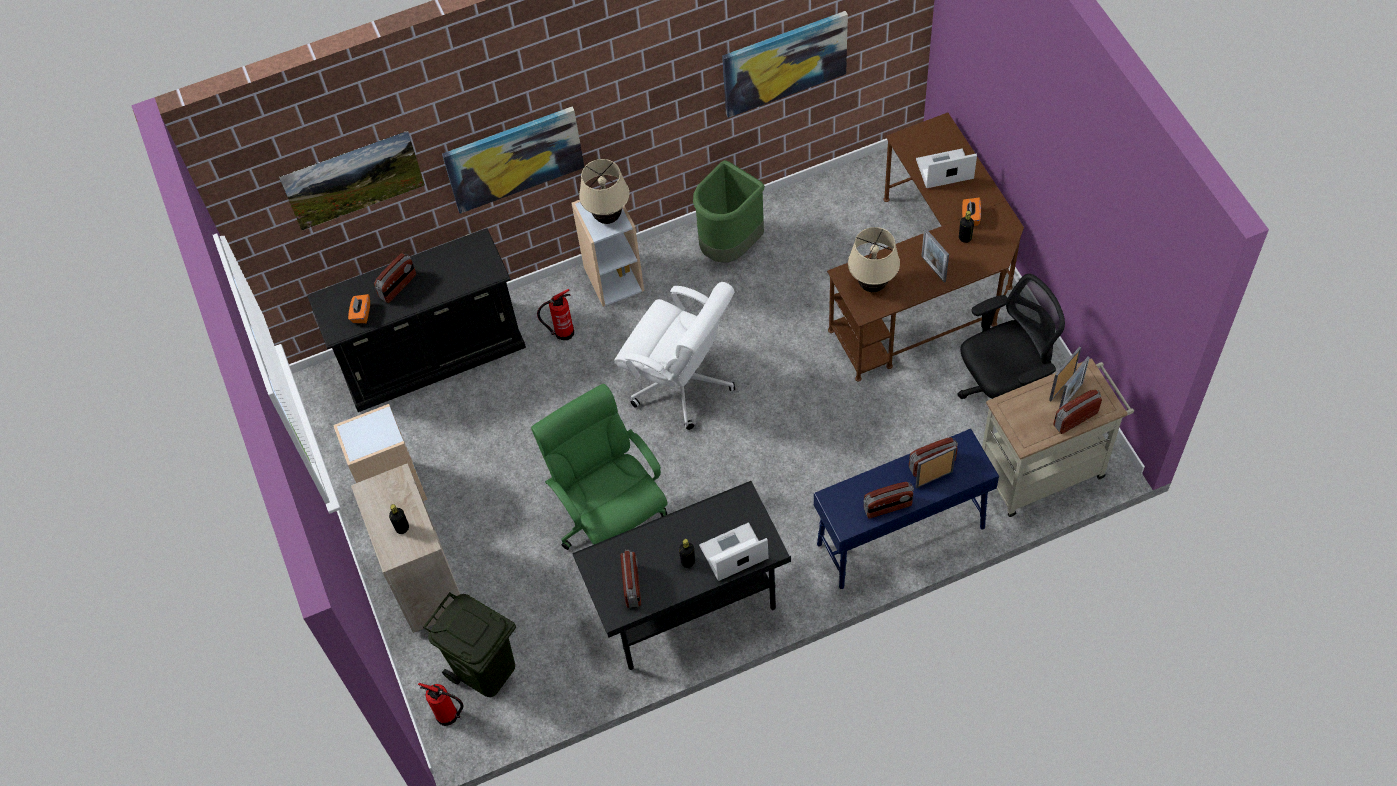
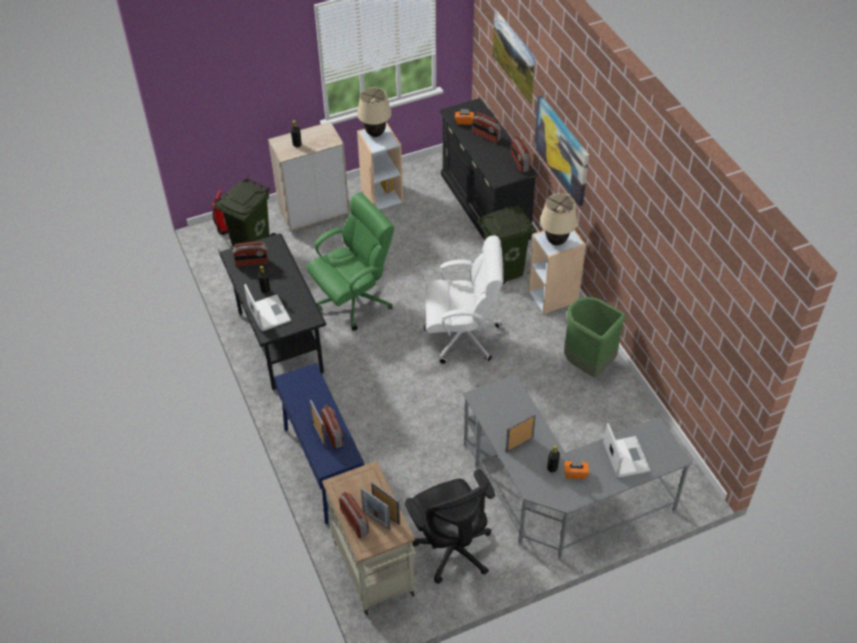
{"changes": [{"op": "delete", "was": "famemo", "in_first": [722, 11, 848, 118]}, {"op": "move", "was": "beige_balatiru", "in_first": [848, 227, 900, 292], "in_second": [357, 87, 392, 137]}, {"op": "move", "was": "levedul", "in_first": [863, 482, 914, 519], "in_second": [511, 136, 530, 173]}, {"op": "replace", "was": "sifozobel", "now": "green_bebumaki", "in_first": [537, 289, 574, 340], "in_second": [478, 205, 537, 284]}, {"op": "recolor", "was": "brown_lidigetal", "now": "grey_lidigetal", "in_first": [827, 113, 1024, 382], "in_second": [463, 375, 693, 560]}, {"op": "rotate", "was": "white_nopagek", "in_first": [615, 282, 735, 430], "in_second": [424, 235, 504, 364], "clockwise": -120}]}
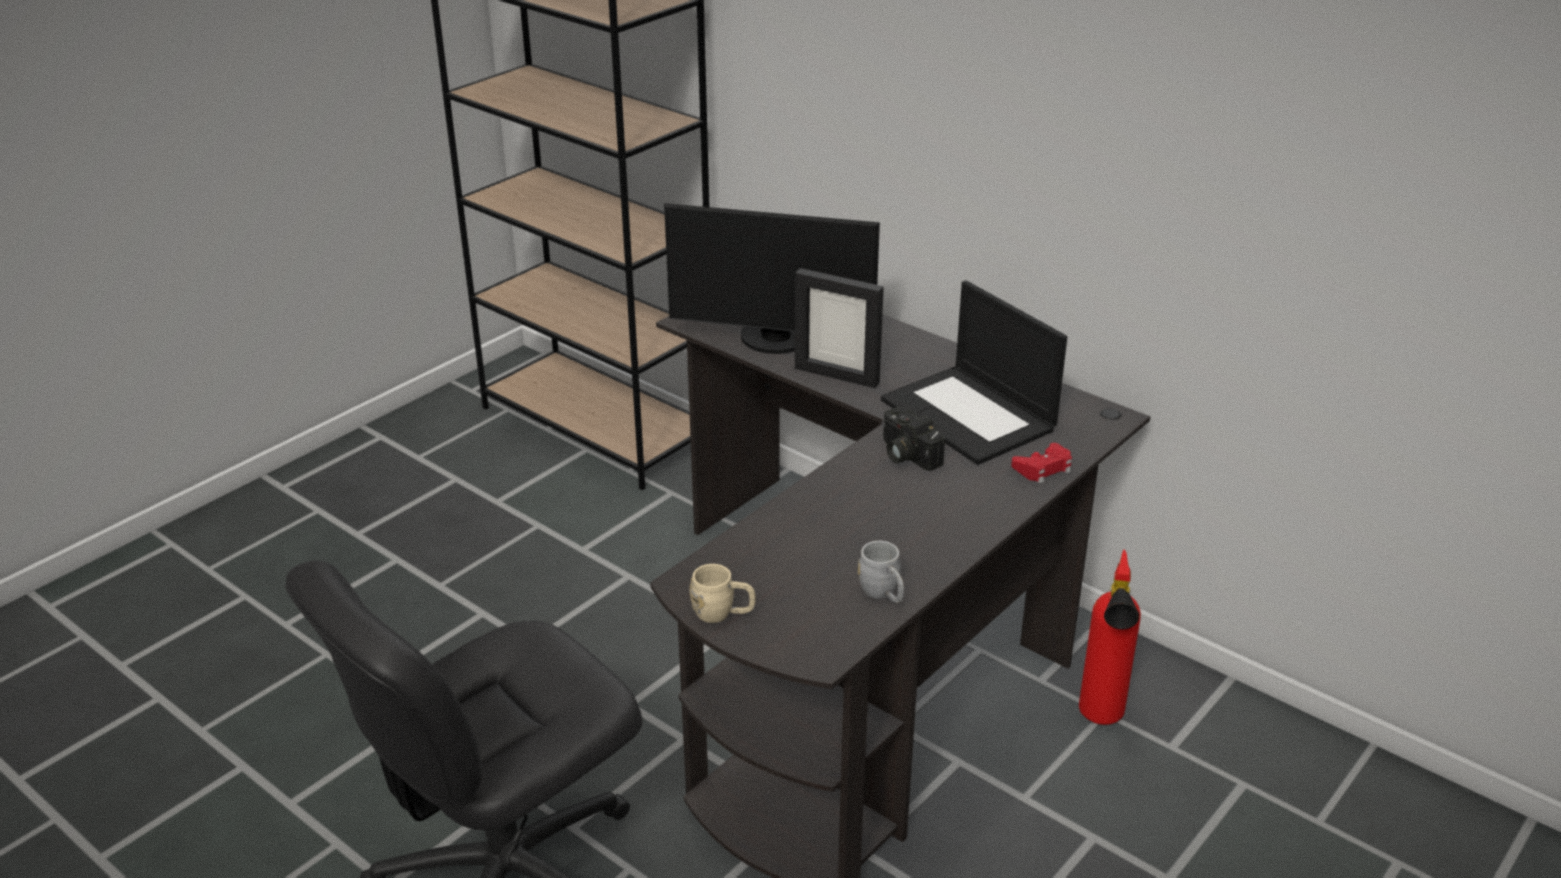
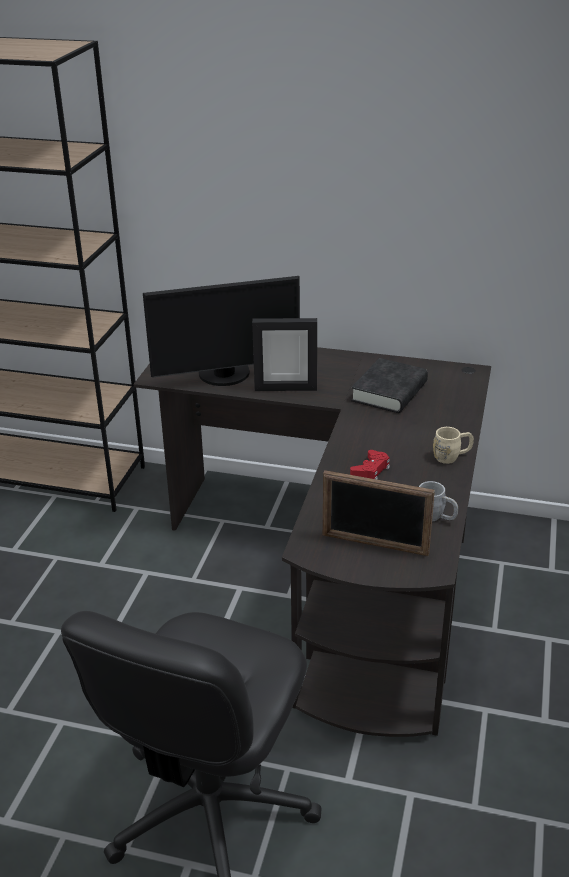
{"changes": [{"op": "delete", "was": "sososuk", "in_first": [881, 407, 945, 471]}, {"op": "delete", "was": "sifozobel", "in_first": [1079, 550, 1141, 725]}, {"op": "insert", "now": "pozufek", "in_second": [323, 470, 435, 556]}, {"op": "move", "was": "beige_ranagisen", "in_first": [689, 564, 756, 623], "in_second": [433, 427, 474, 464]}, {"op": "move", "was": "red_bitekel", "in_first": [1011, 443, 1072, 484], "in_second": [350, 450, 390, 480]}, {"op": "replace", "was": "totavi", "now": "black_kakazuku", "in_first": [881, 280, 1067, 465], "in_second": [351, 358, 428, 413]}]}
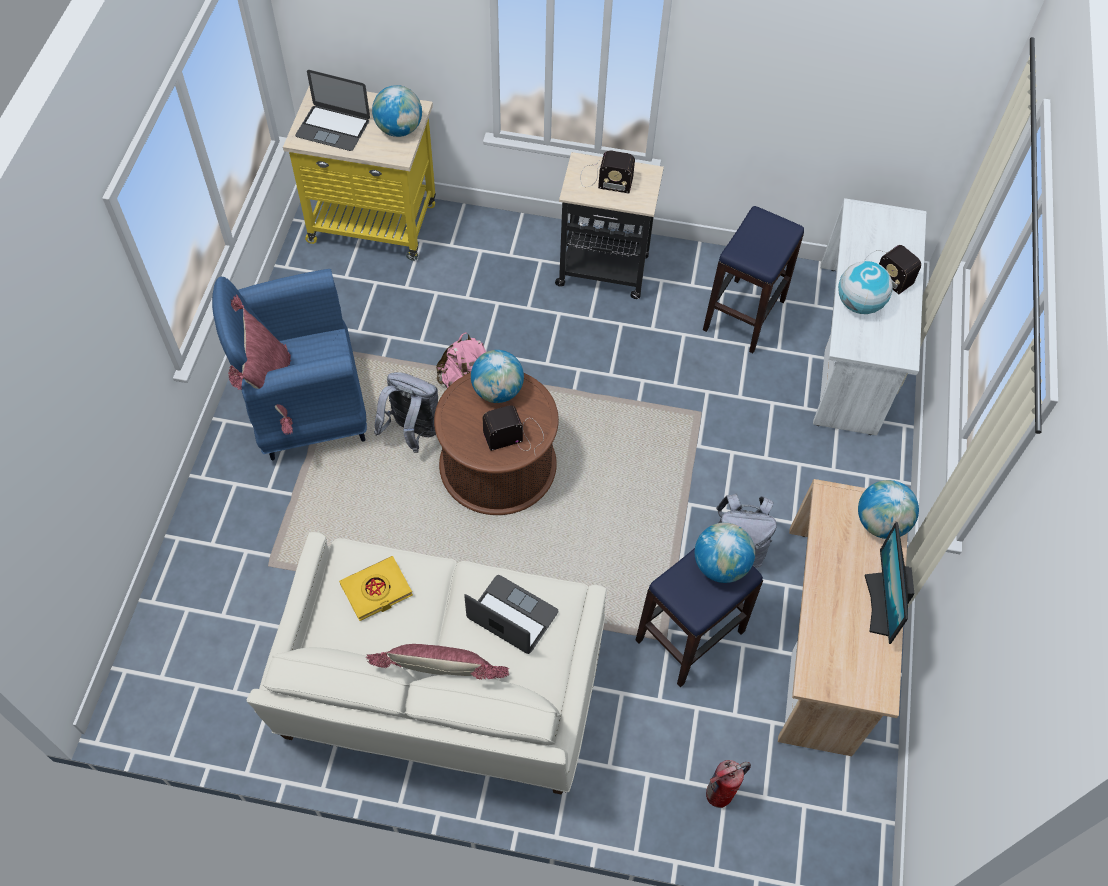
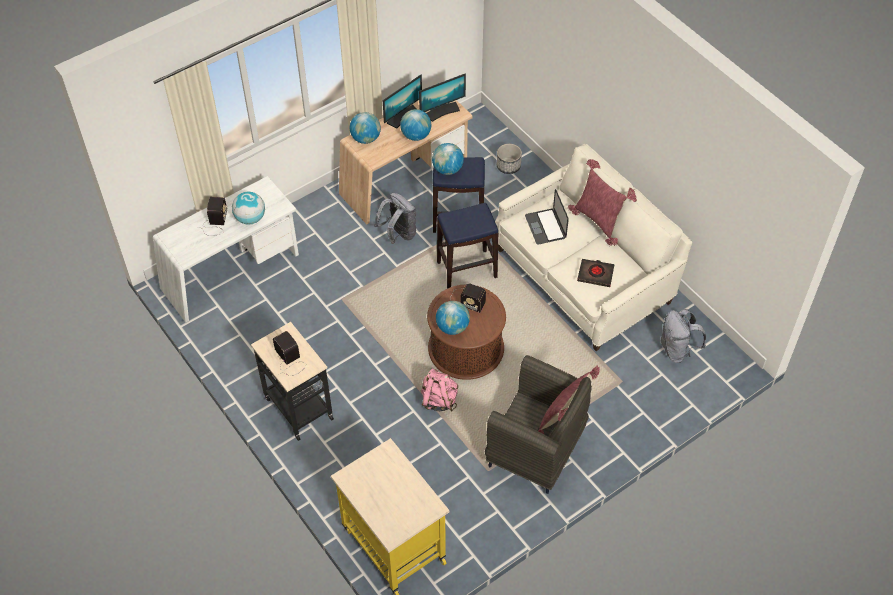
{"changes": [{"op": "delete", "was": "totavi", "in_first": [295, 70, 370, 151]}, {"op": "insert", "now": "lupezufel", "in_second": [419, 73, 466, 122]}, {"op": "move", "was": "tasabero", "in_first": [372, 85, 422, 137], "in_second": [400, 109, 431, 141]}, {"op": "move", "was": "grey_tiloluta", "in_first": [374, 372, 438, 453], "in_second": [660, 309, 706, 363]}, {"op": "move", "was": "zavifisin", "in_first": [703, 206, 804, 353], "in_second": [437, 203, 498, 289]}, {"op": "replace", "was": "sifozobel", "now": "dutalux", "in_first": [706, 760, 751, 808], "in_second": [497, 144, 522, 174]}, {"op": "recolor", "was": "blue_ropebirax", "now": "grey_ropebirax", "in_first": [212, 269, 367, 460], "in_second": [485, 355, 592, 494]}, {"op": "recolor", "was": "yellow_kakazuku", "now": "black_kakazuku", "in_first": [339, 556, 413, 621], "in_second": [577, 259, 615, 287]}]}
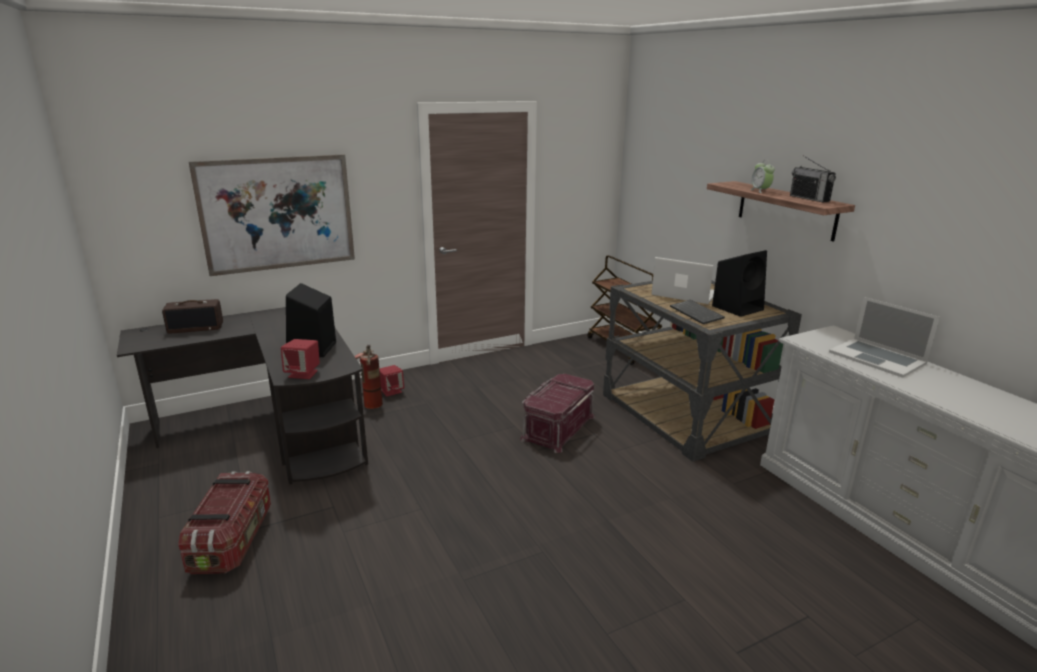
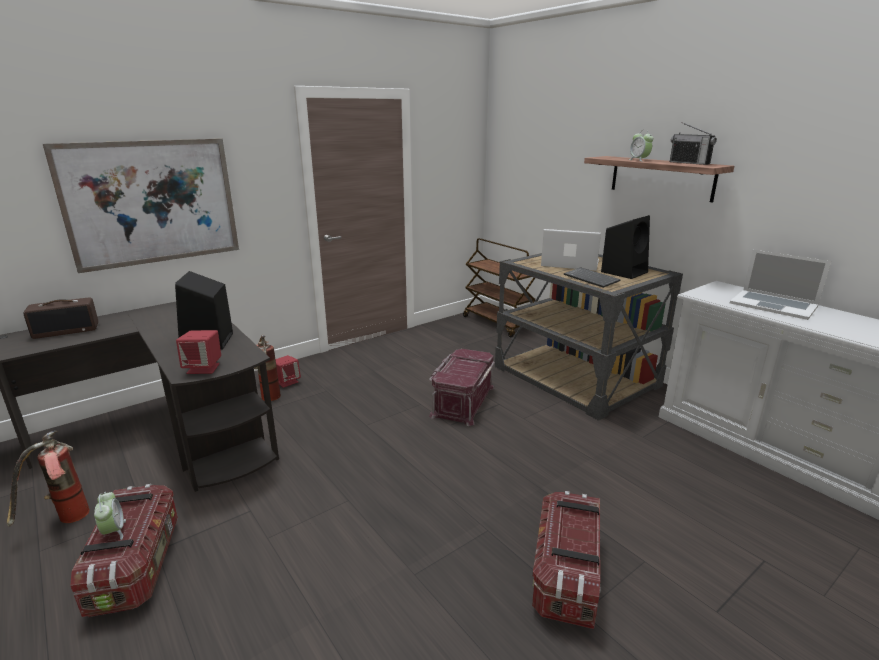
{"changes": [{"op": "insert", "now": "sifozobel", "in_second": [7, 431, 90, 526]}, {"op": "insert", "now": "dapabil", "in_second": [94, 492, 126, 540]}, {"op": "insert", "now": "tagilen", "in_second": [532, 491, 600, 629]}]}
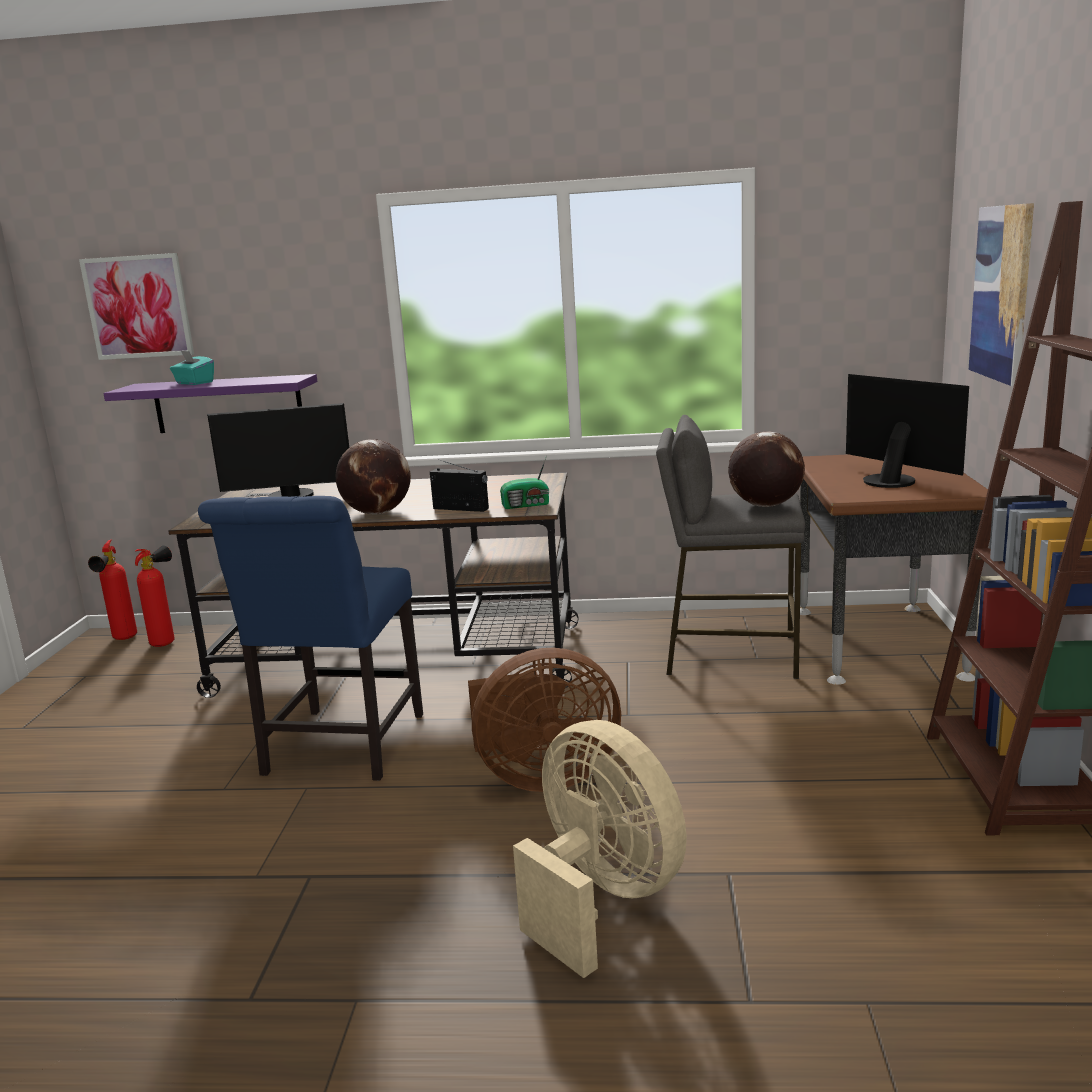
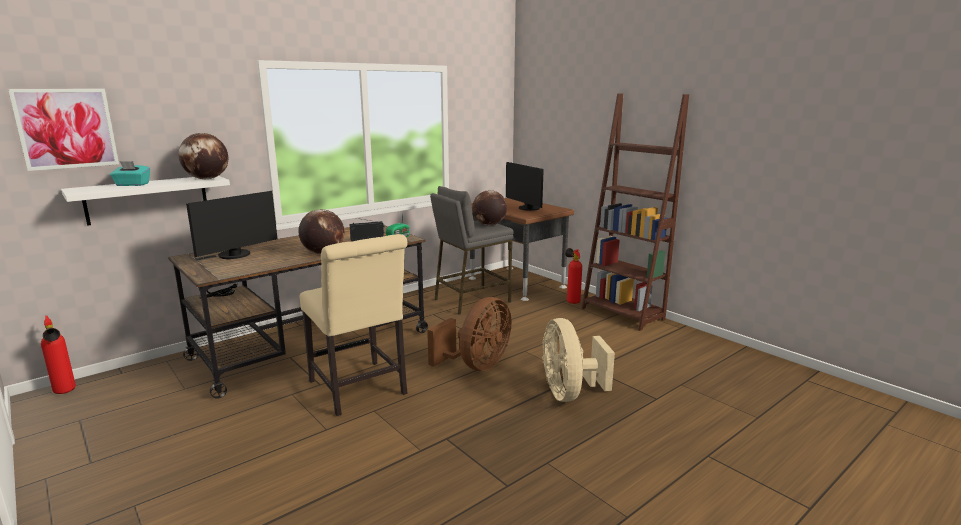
{"changes": [{"op": "delete", "was": "famemo", "in_first": [969, 203, 1034, 386]}, {"op": "insert", "now": "tasabero", "in_second": [178, 133, 229, 179]}, {"op": "move", "was": "sifozobel", "in_first": [135, 545, 175, 647], "in_second": [565, 248, 582, 304]}, {"op": "recolor", "was": "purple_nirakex", "now": "white_nirakex", "in_first": [103, 374, 317, 433], "in_second": [61, 176, 230, 226]}, {"op": "recolor", "was": "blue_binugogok", "now": "beige_binugogok", "in_first": [198, 496, 423, 781], "in_second": [300, 234, 407, 416]}, {"op": "rotate", "was": "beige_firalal", "in_first": [513, 720, 687, 978], "in_second": [542, 318, 615, 402], "clockwise": -105}, {"op": "rotate", "was": "lupezufel", "in_first": [846, 374, 969, 488], "in_second": [506, 162, 544, 211], "clockwise": -135}]}
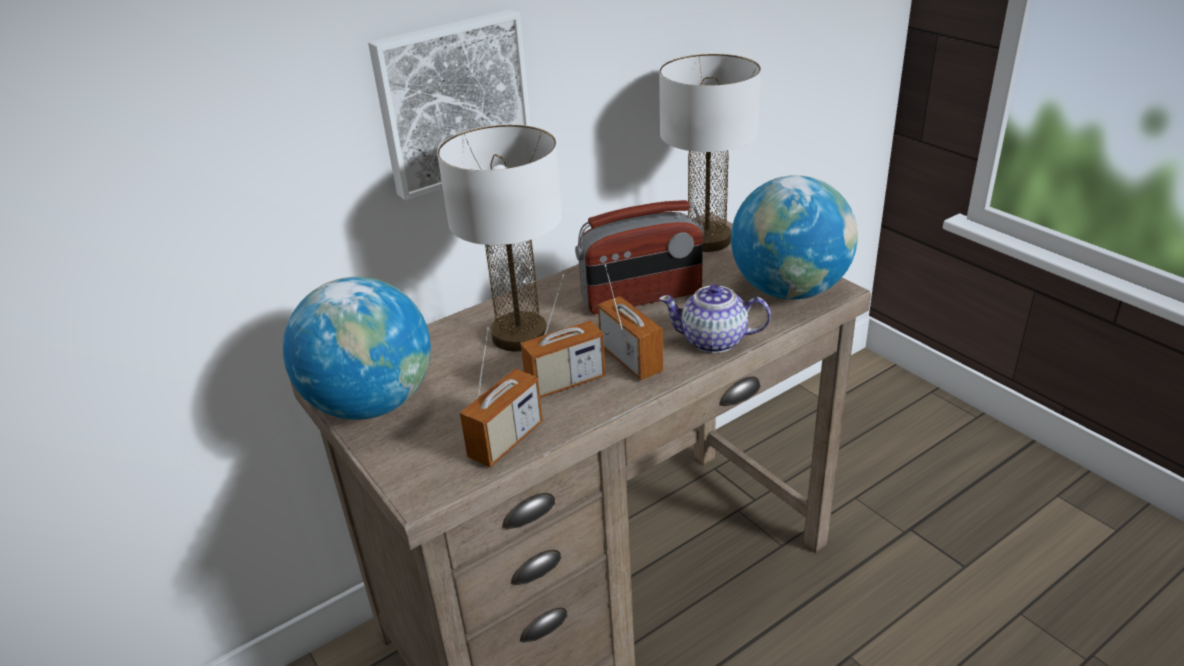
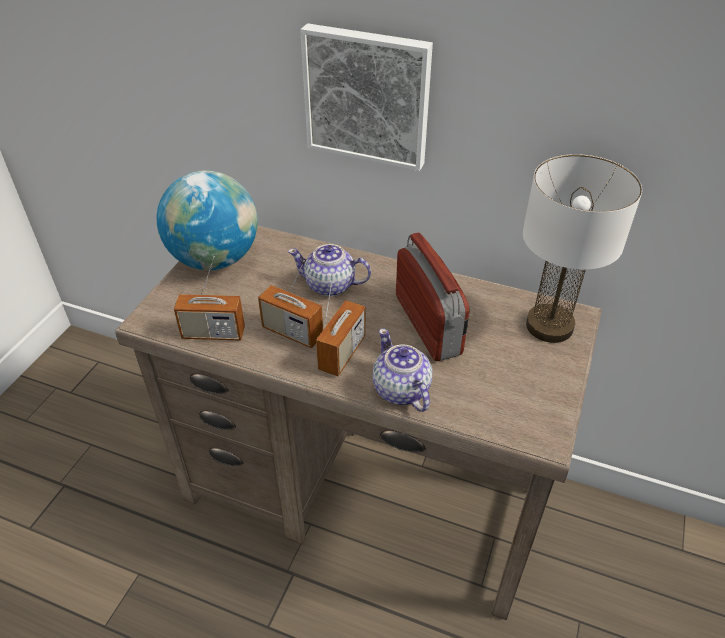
{"changes": [{"op": "delete", "was": "tasabero", "in_first": [731, 175, 858, 300]}, {"op": "replace", "was": "balatiru", "now": "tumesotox", "in_first": [437, 125, 562, 351], "in_second": [288, 244, 371, 297]}, {"op": "rotate", "was": "levedul", "in_first": [575, 200, 704, 314], "in_second": [396, 232, 469, 361], "clockwise": -150}]}
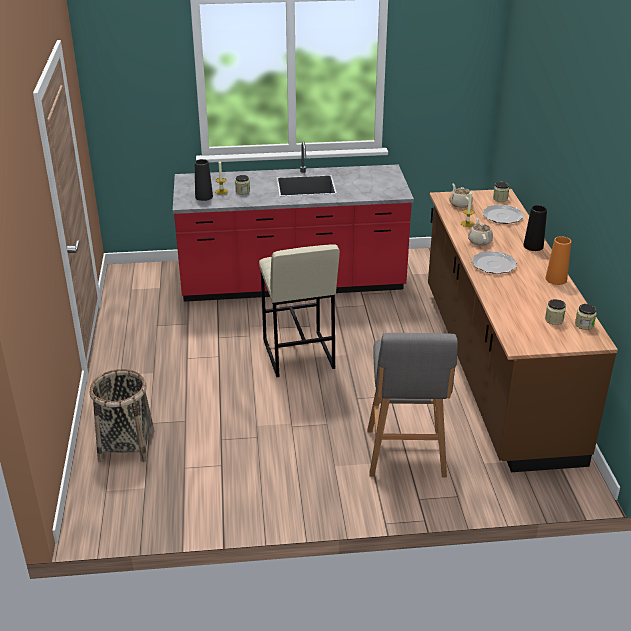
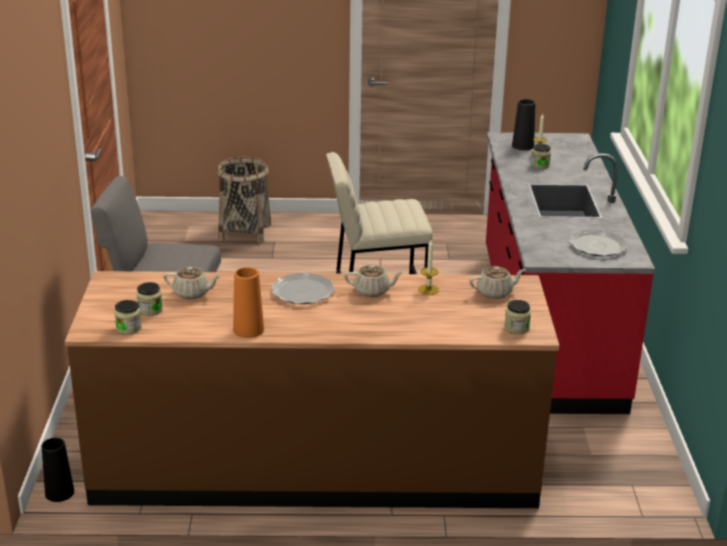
{"changes": [{"op": "insert", "now": "beige_tumesotox", "in_second": [163, 267, 221, 299]}, {"op": "move", "was": "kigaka", "in_first": [483, 205, 524, 224], "in_second": [569, 229, 627, 256]}, {"op": "move", "was": "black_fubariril", "in_first": [523, 205, 547, 251], "in_second": [42, 438, 74, 502]}]}
